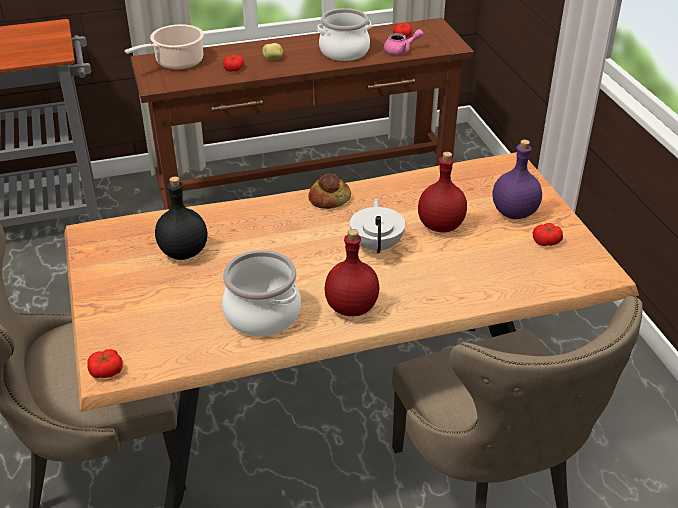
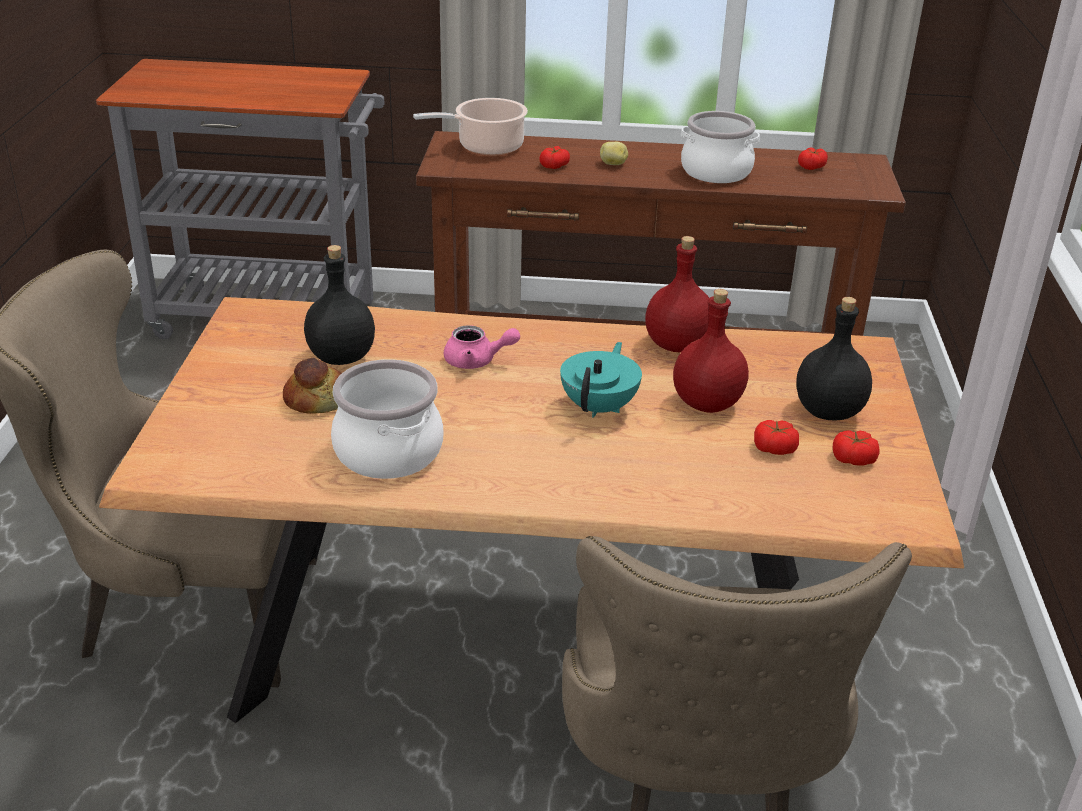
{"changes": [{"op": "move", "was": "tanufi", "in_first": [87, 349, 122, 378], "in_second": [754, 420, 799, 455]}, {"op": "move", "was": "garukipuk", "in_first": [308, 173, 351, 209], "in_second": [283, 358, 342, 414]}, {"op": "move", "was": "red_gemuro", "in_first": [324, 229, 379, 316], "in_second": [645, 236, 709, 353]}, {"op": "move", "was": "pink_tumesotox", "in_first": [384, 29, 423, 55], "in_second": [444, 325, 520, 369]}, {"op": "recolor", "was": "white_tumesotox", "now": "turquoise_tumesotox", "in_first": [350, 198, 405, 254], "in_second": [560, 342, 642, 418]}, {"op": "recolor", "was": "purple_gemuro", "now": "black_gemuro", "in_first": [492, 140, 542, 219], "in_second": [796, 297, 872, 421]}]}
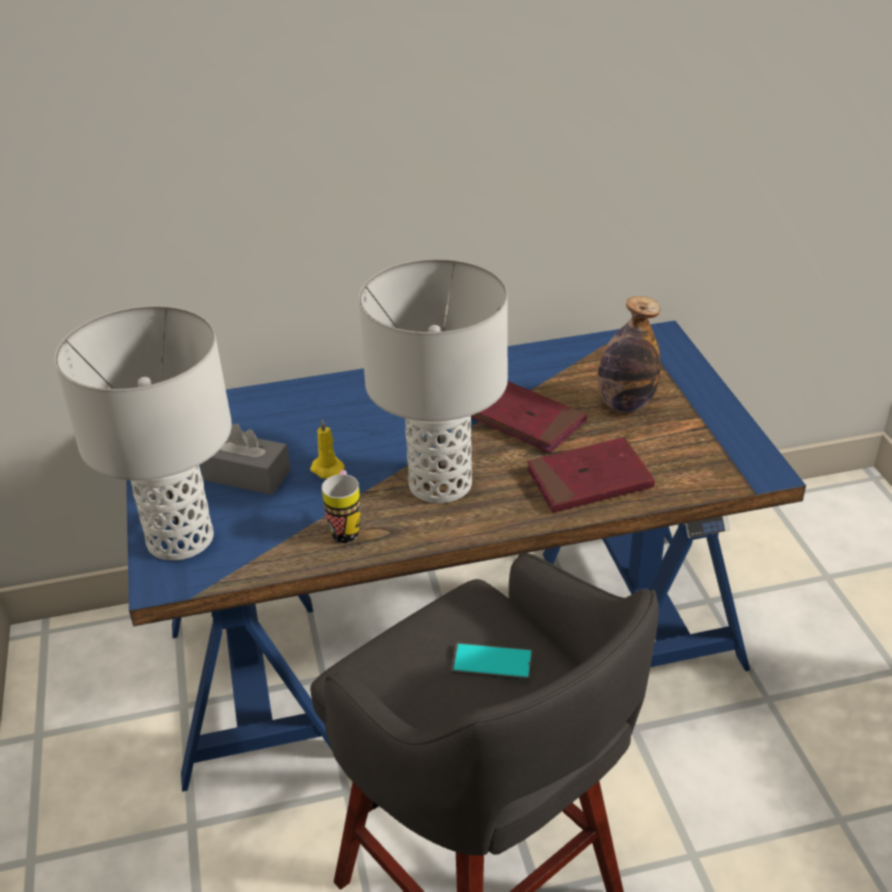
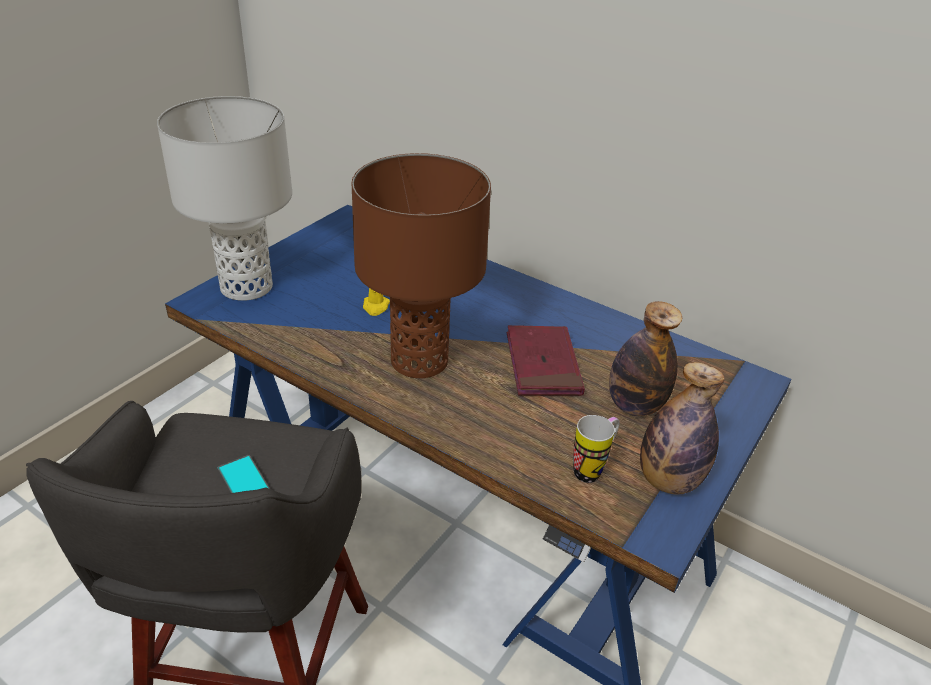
{"changes": [{"op": "delete", "was": "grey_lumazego", "in_first": [200, 423, 291, 495]}, {"op": "delete", "was": "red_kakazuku", "in_first": [527, 437, 655, 513]}, {"op": "insert", "now": "gemuro", "in_second": [640, 362, 725, 494]}, {"op": "move", "was": "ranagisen", "in_first": [322, 470, 361, 543], "in_second": [573, 415, 620, 483]}, {"op": "recolor", "was": "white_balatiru", "now": "brown_balatiru", "in_first": [359, 259, 508, 503], "in_second": [352, 153, 491, 378]}]}
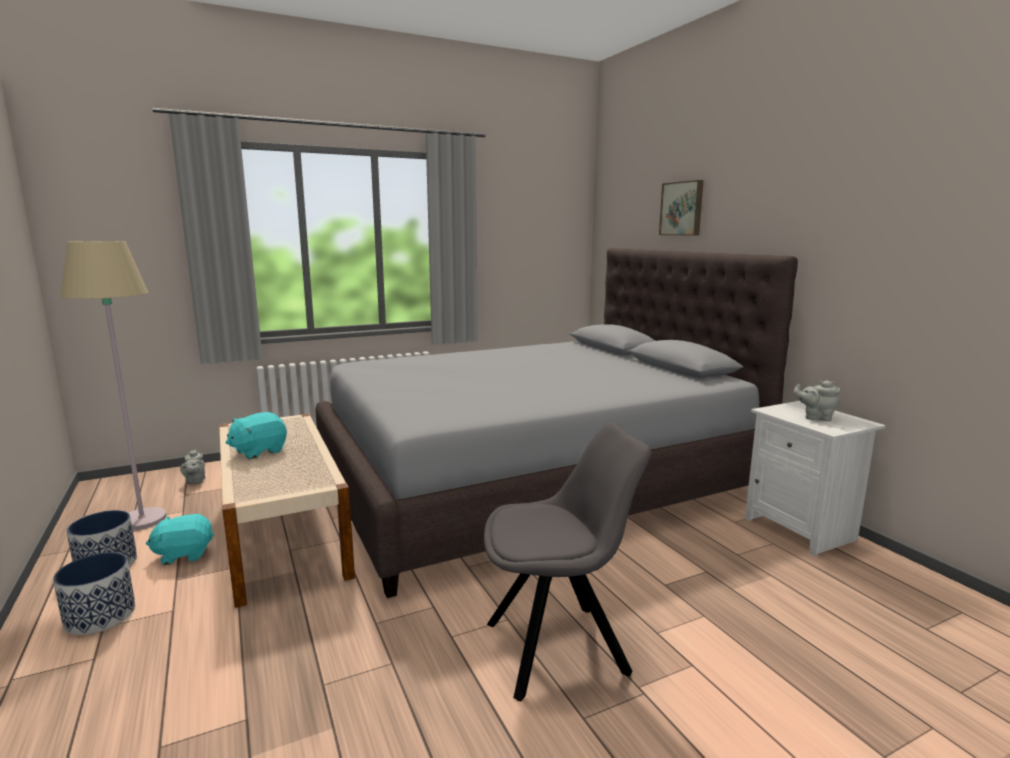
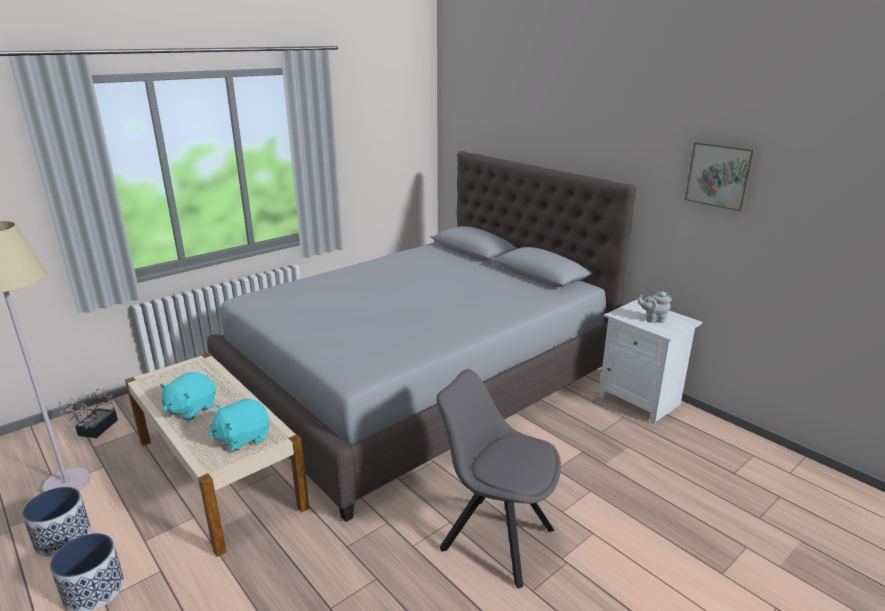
{"changes": [{"op": "move", "was": "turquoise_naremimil", "in_first": [146, 514, 214, 565], "in_second": [208, 398, 270, 452]}, {"op": "move", "was": "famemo", "in_first": [659, 180, 704, 236], "in_second": [685, 142, 757, 211]}, {"op": "replace", "was": "grey_tumesotox", "now": "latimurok", "in_first": [180, 449, 205, 484], "in_second": [59, 388, 118, 438]}, {"op": "rotate", "was": "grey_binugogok", "in_first": [484, 423, 651, 701], "in_second": [436, 369, 561, 588], "clockwise": -120}]}
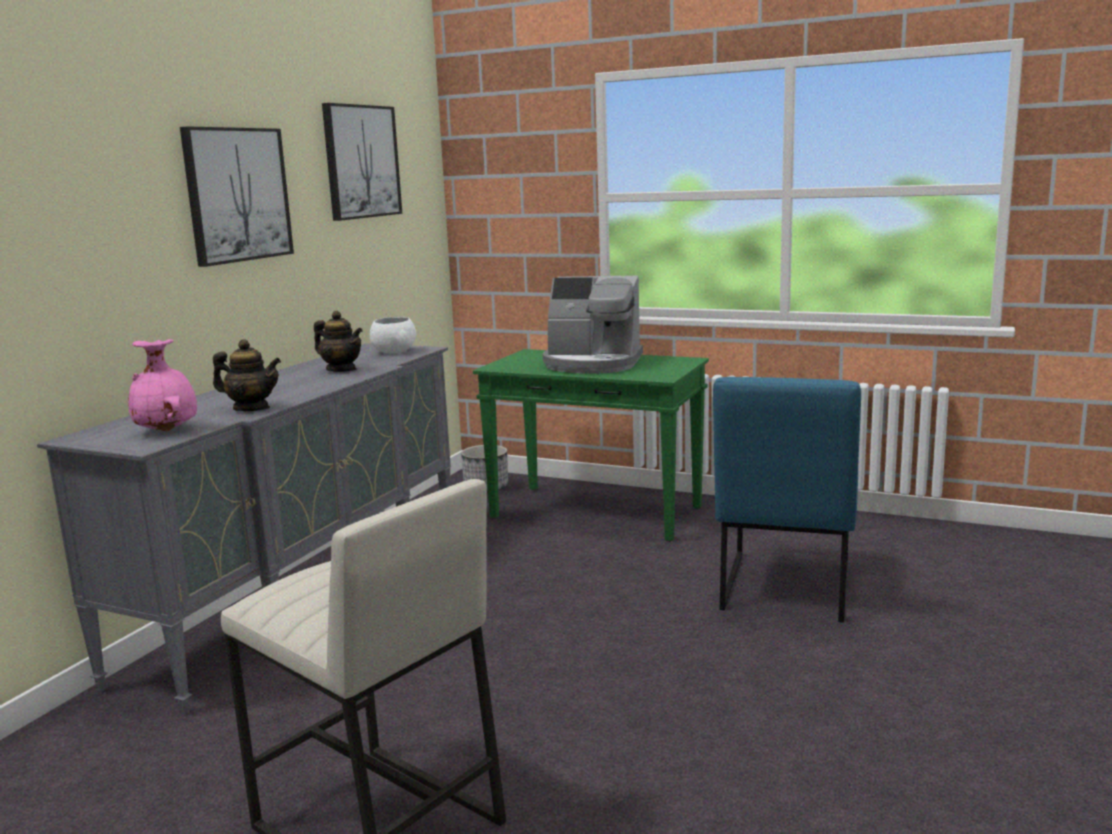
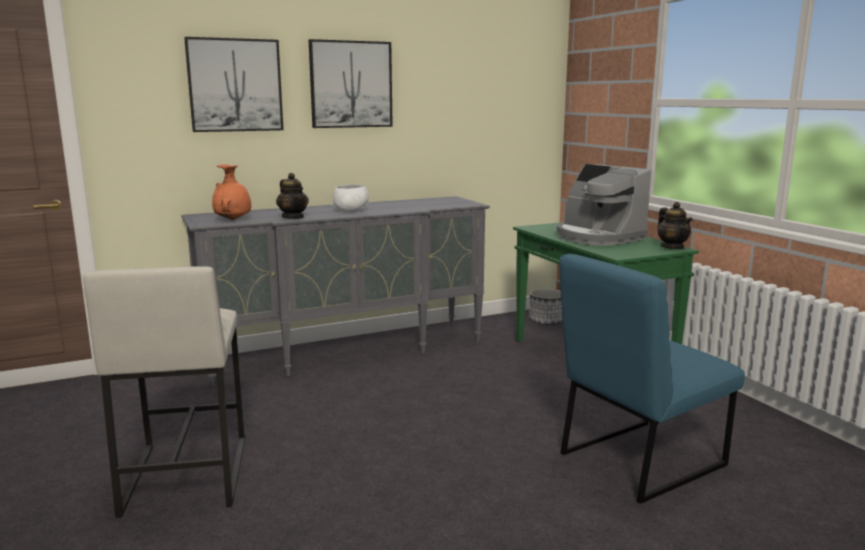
{"changes": [{"op": "move", "was": "tumesotox", "in_first": [314, 311, 363, 372], "in_second": [658, 202, 693, 249]}, {"op": "move", "was": "famemo", "in_first": [322, 103, 402, 221], "in_second": [184, 37, 284, 132]}, {"op": "move", "was": "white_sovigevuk", "in_first": [370, 317, 416, 354], "in_second": [333, 184, 369, 212]}, {"op": "recolor", "was": "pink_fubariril", "now": "orange_fubariril", "in_first": [128, 339, 197, 431], "in_second": [212, 164, 251, 220]}]}
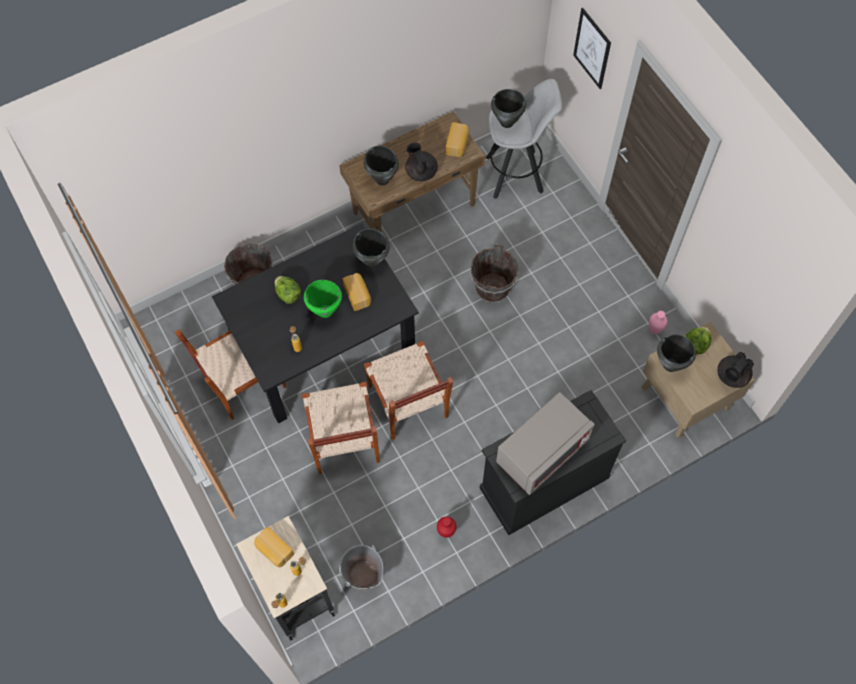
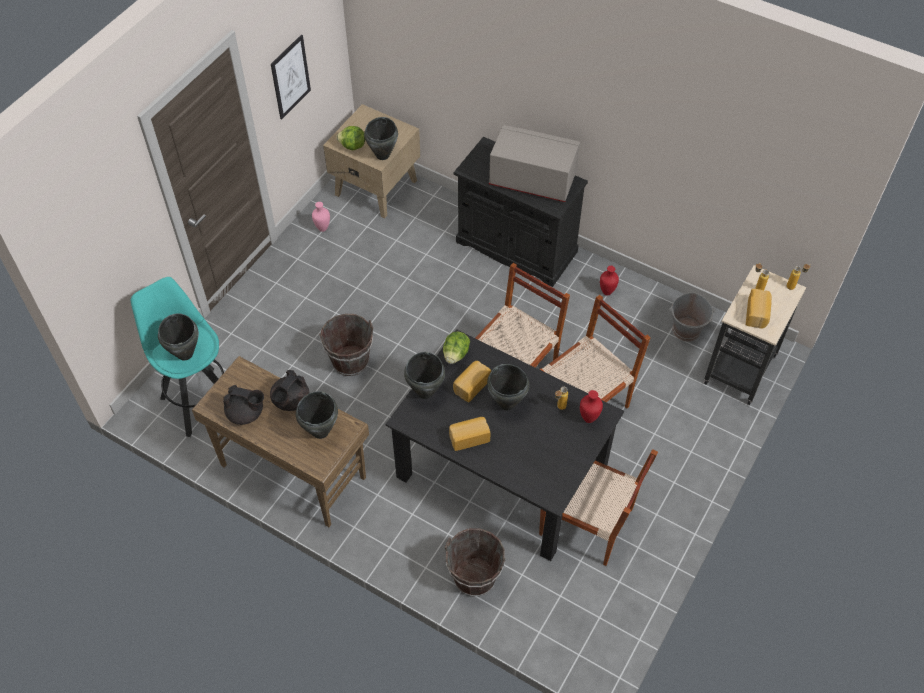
{"changes": [{"op": "insert", "now": "red_fubariril", "in_second": [580, 390, 603, 423]}, {"op": "move", "was": "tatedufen", "in_first": [275, 276, 301, 304], "in_second": [443, 331, 470, 364]}, {"op": "move", "was": "garukipuk", "in_first": [446, 122, 469, 157], "in_second": [449, 417, 491, 451]}, {"op": "move", "was": "famemo", "in_first": [573, 8, 611, 89], "in_second": [271, 35, 311, 120]}, {"op": "move", "was": "black_tumesotox", "in_first": [717, 352, 754, 388], "in_second": [223, 385, 264, 425]}, {"op": "recolor", "was": "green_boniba", "now": "black_boniba", "in_first": [304, 280, 342, 318], "in_second": [487, 364, 529, 411]}, {"op": "recolor", "was": "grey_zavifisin", "now": "turquoise_zavifisin", "in_first": [486, 79, 562, 199], "in_second": [131, 277, 224, 437]}]}
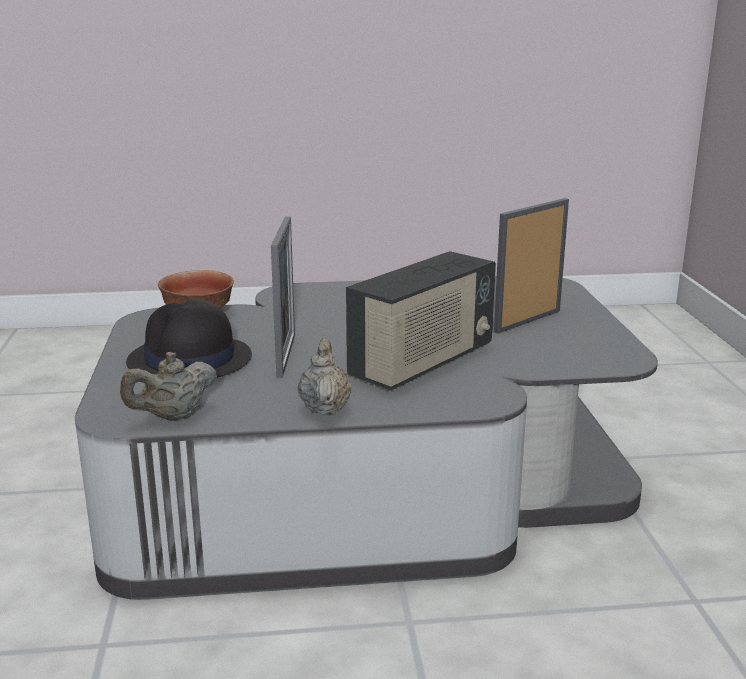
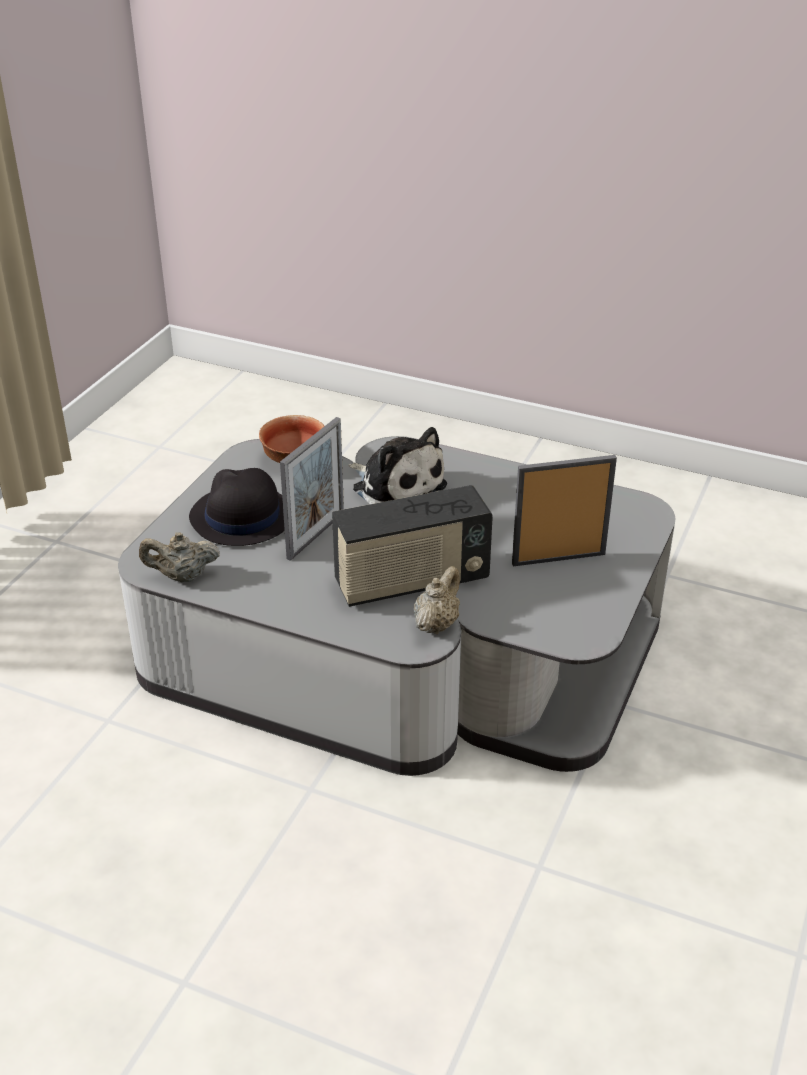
{"changes": [{"op": "insert", "now": "naremimil", "in_second": [348, 427, 447, 504]}, {"op": "move", "was": "beige_tumesotox", "in_first": [298, 338, 352, 415], "in_second": [414, 566, 460, 634]}]}
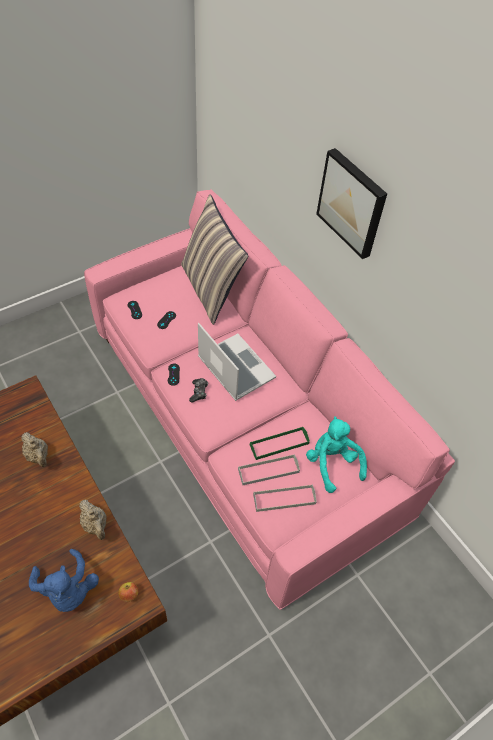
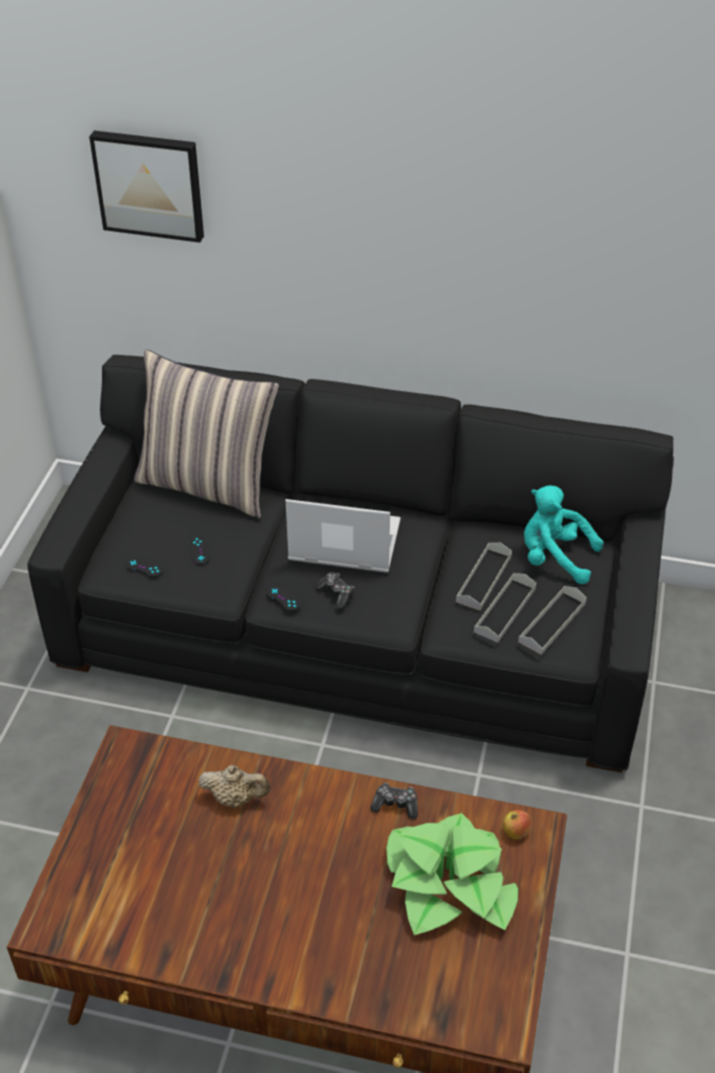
{"changes": [{"op": "move", "was": "famemo", "in_first": [316, 148, 387, 259], "in_second": [89, 131, 204, 243]}, {"op": "replace", "was": "blue_naremimil", "now": "latimurok", "in_first": [29, 549, 99, 612], "in_second": [386, 813, 518, 935]}, {"op": "replace", "was": "beige_tumesotox", "now": "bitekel", "in_first": [79, 499, 107, 540], "in_second": [370, 783, 418, 819]}, {"op": "recolor", "was": "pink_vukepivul", "now": "black_vukepivul", "in_first": [84, 189, 455, 610], "in_second": [27, 355, 674, 773]}, {"op": "recolor", "was": "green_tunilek", "now": "grey_tunilek", "in_first": [250, 427, 310, 460], "in_second": [456, 543, 512, 610]}]}
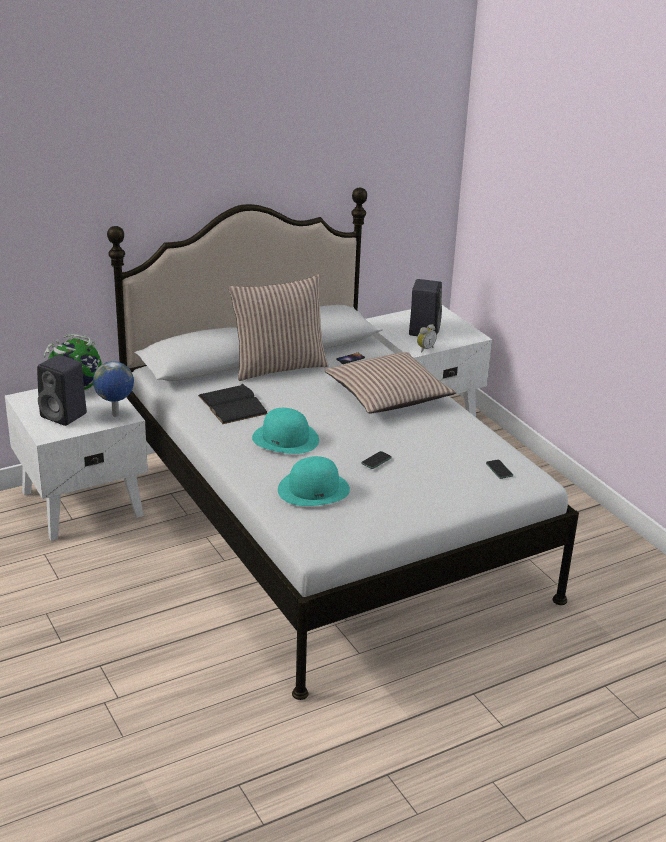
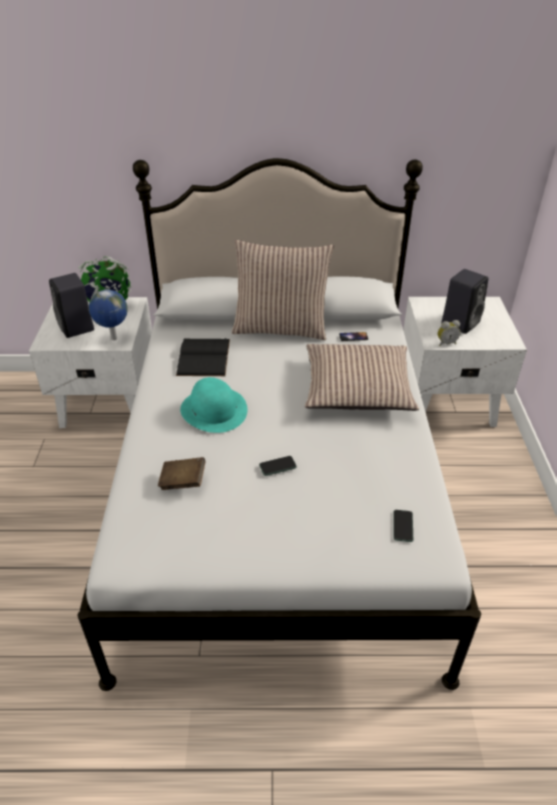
{"changes": [{"op": "replace", "was": "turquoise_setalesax", "now": "brown_kakazuku", "in_first": [278, 456, 350, 506], "in_second": [158, 457, 206, 490]}]}
